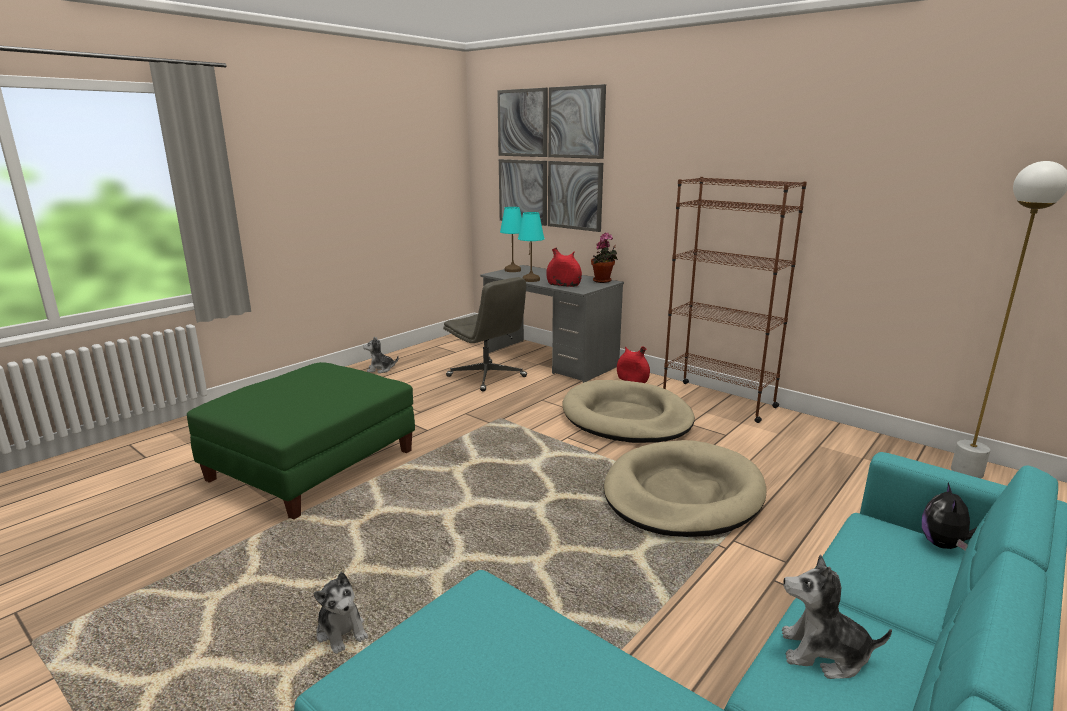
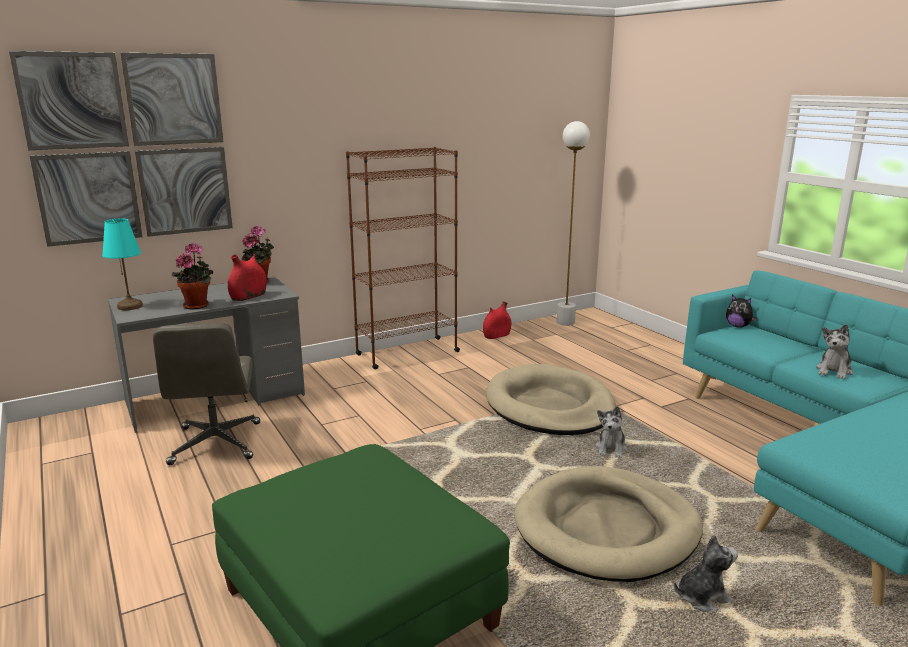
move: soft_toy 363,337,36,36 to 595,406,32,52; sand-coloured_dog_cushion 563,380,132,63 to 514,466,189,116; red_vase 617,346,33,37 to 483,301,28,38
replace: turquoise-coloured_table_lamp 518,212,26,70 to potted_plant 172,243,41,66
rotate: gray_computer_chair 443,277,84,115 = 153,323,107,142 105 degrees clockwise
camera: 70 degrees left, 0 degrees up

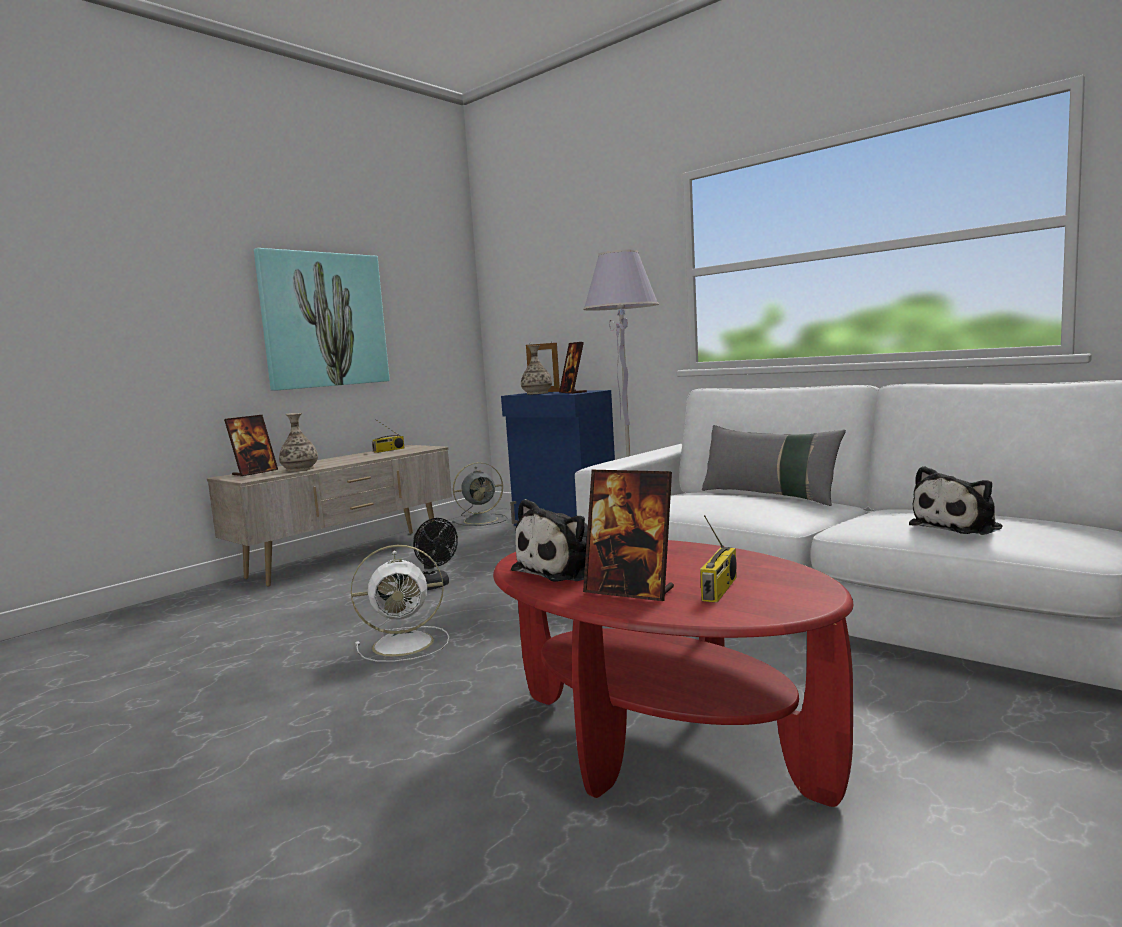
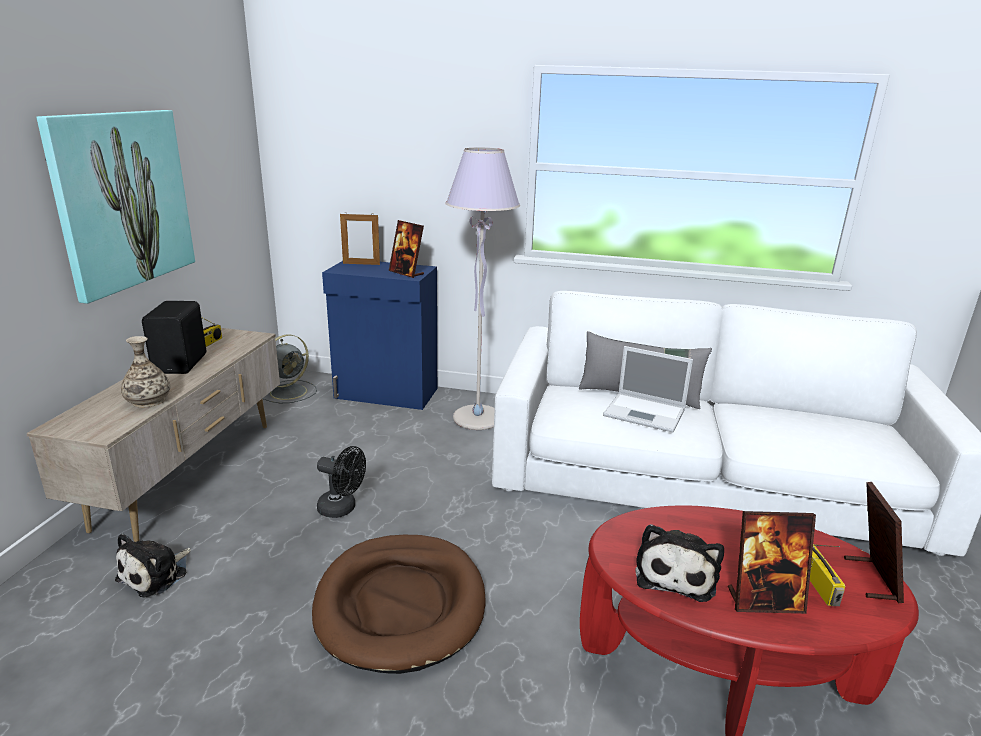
delete: vase 521,345,31,49
insert: blackish_loudspeaker 142,301,64,73; notebook_computer 603,346,90,86
move: standing_frame 224,415,54,61 to 844,482,60,121; soft_toy 909,466,93,69 to 115,533,76,64
replace: whitish_fan 351,545,98,117 to brown-coloured_dog_cushion 312,535,174,139
camera: 30 degrees left, 15 degrees up

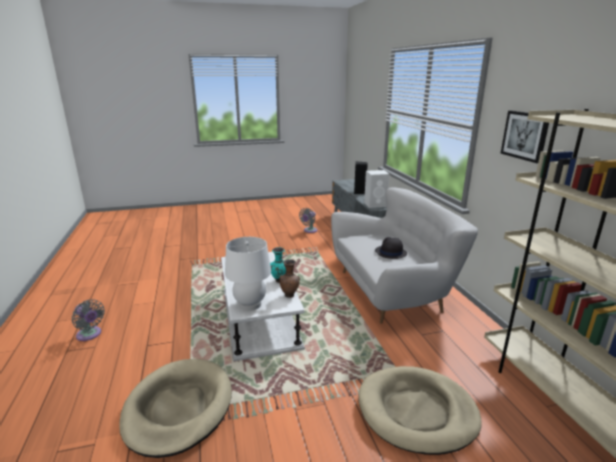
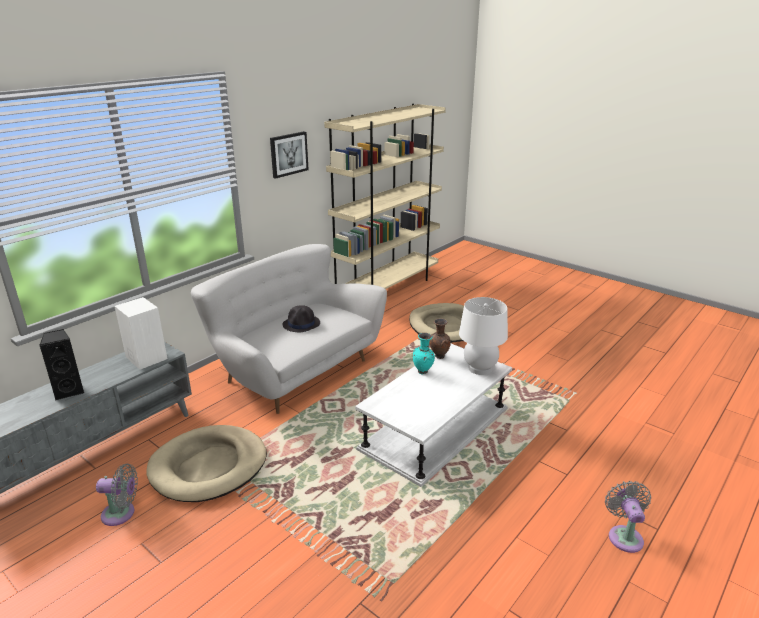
move: sand-coloured_dog_cushion 119,359,113,99 to 146,425,121,77
camera: 125 degrees left, 5 degrees up

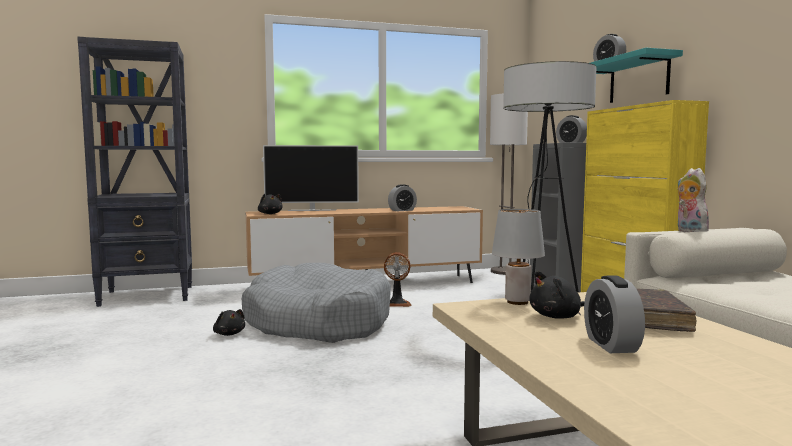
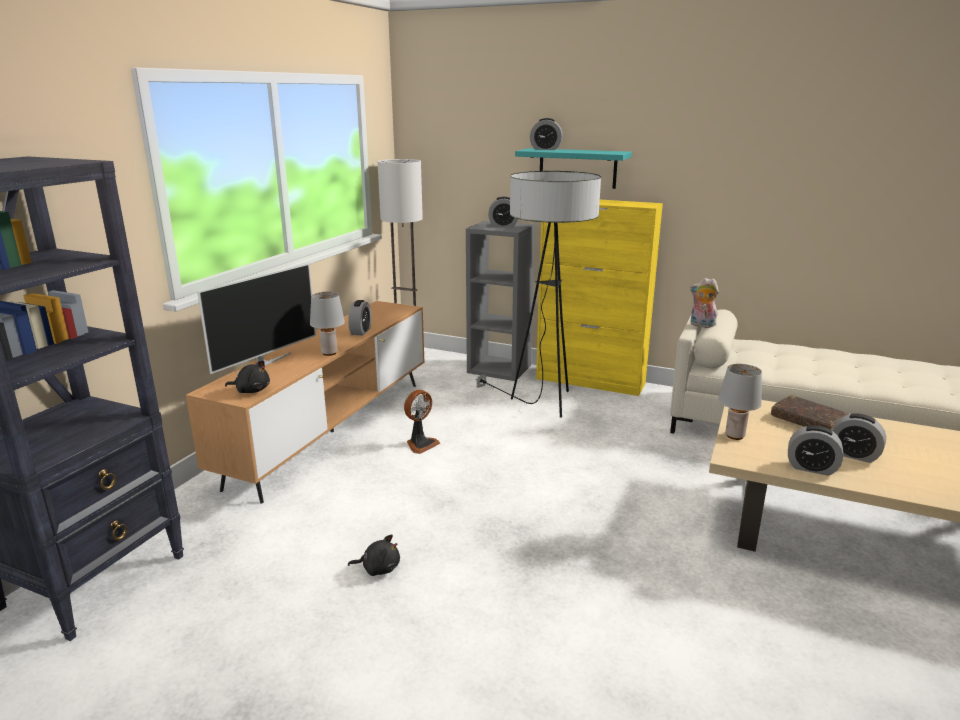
delete: gray_dog_cushion 242,263,149,80; blackish_soft_toy 529,271,56,48
insert: gray_table_lamp 310,292,35,64; bedside_clock 788,425,55,51
camera: 50 degrees left, 15 degrees up

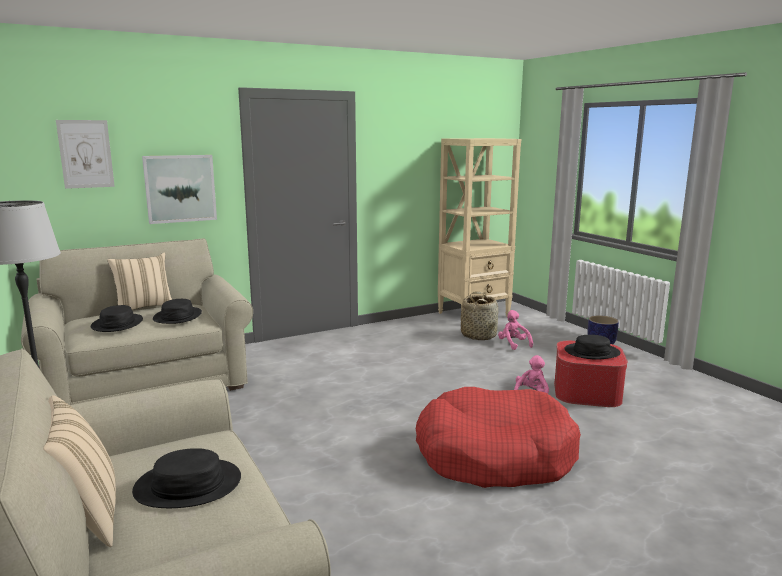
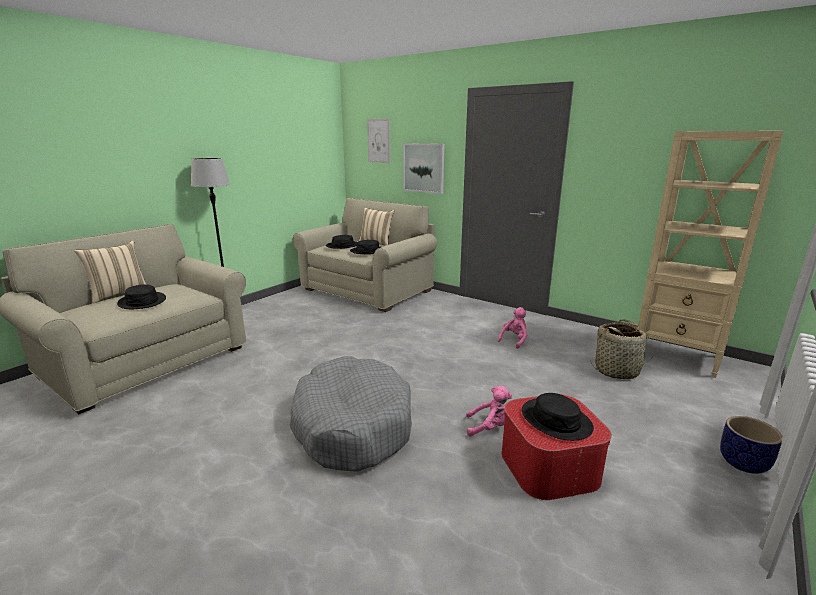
move: pinkish_soft_toy 498,310,35,40 to 498,307,29,42
recolor: red_dog_cushion 416,387,165,101 to gray_dog_cushion 290,356,122,116
camera: 65 degrees right, 5 degrees up

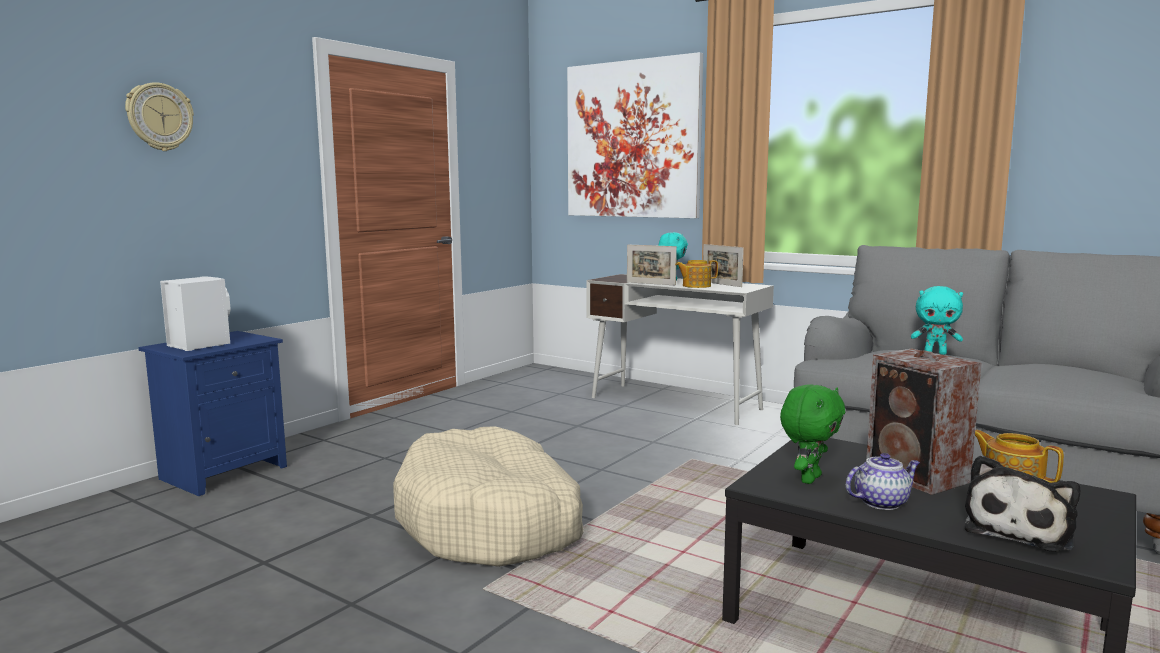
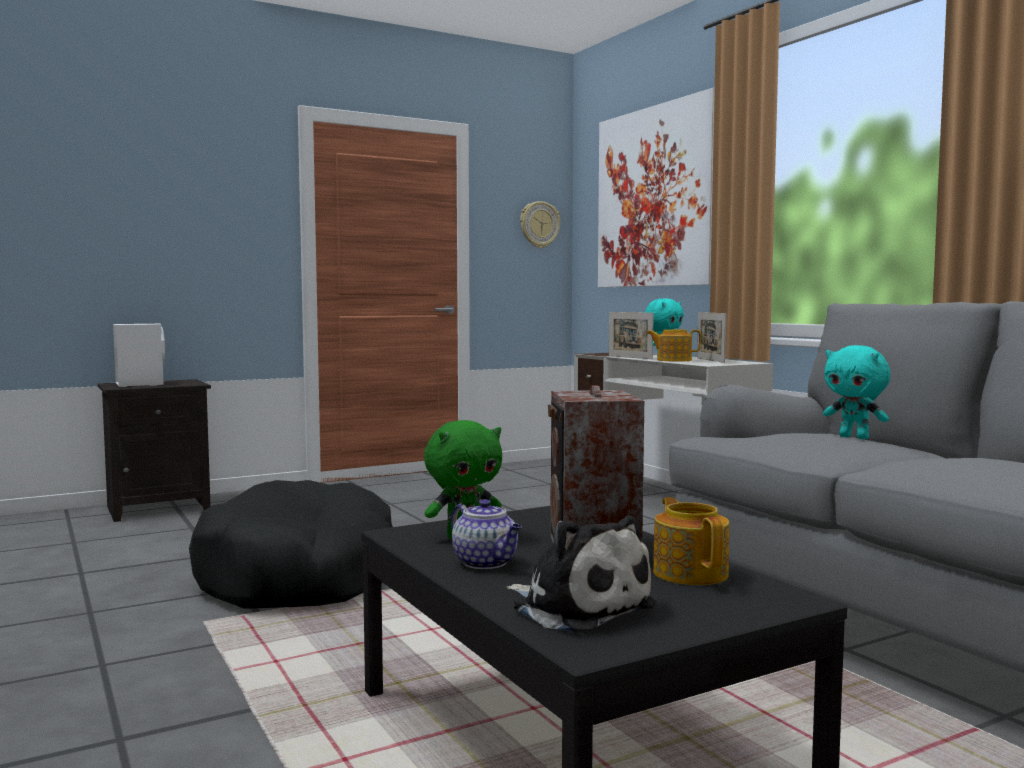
move: wall_clock 125,82,69,69 to 520,201,40,47
recolor: blue-coloured_nightstand 138,331,149,165 to blackish_nightstand 98,379,113,143; sand-coloured_dog_cushion 393,426,190,141 to blackish_dog_cushion 189,480,204,129
rotate: pot_for_tea 846,453,74,57 = 451,499,71,70 45 degrees clockwise; soft_toy 965,455,115,97 = 506,515,150,118 105 degrees counterclockwise
camera: 25 degrees right, 5 degrees down

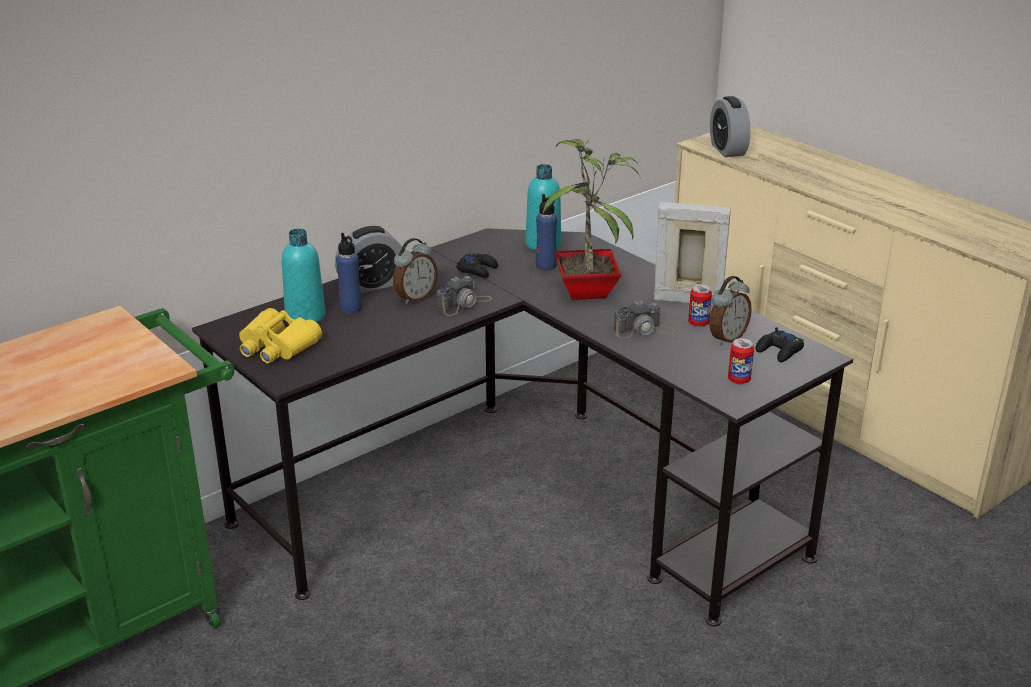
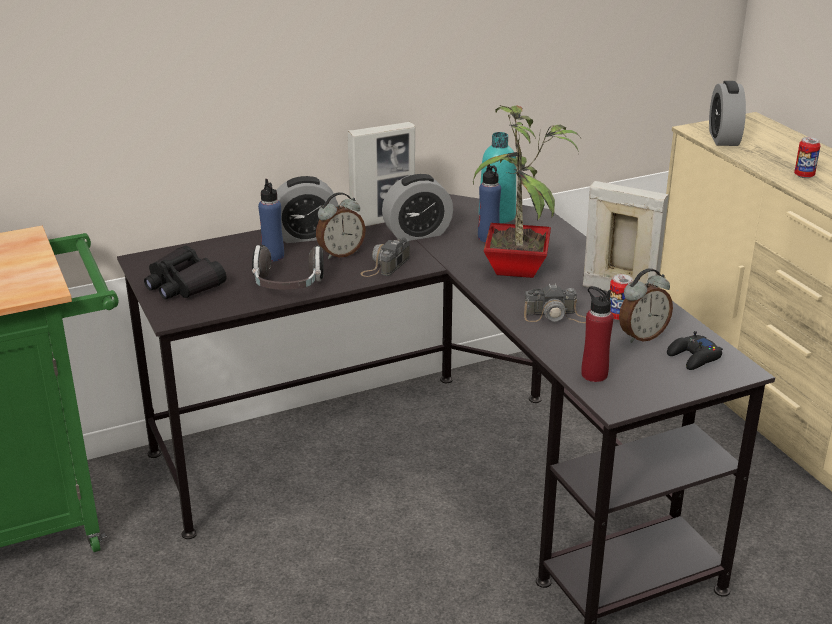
delete: turquoise-coloured_bottle 282,229,44,94
insert: headset 252,245,72,45; standing_frame 347,122,68,104; red_bottle 581,286,33,96
move: metal_can 728,338,26,46 to 794,137,27,41
replace: blackish_gamepad 456,253,42,25 to bedside_clock 382,174,71,67
recolor: yellow_binoculars 239,308,83,55 to blackish_binoculars 144,246,83,53
rotate: still_camera 437,276,55,40 = 361,237,49,40 150 degrees clockwise
camera: 15 degrees right, 0 degrees up

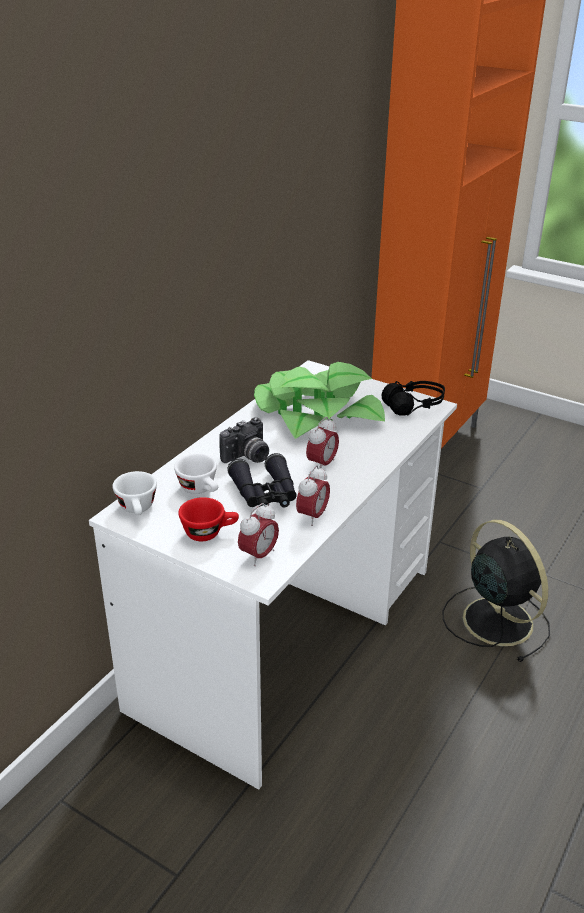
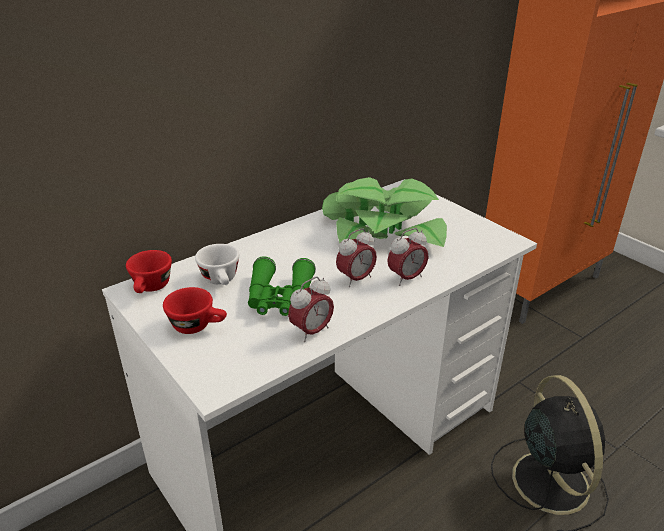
delete: still_camera 219,417,50,46; blackish_headset 381,381,64,35
move: bedside_clock 238,503,41,63 to 387,228,41,58
recolor: whitish_small_cup 112,471,45,44 to red_small_cup 126,250,46,43; blackish_binoculars 227,453,70,55 to greenish_binoculars 248,256,68,60
camera: 20 degrees right, 0 degrees up

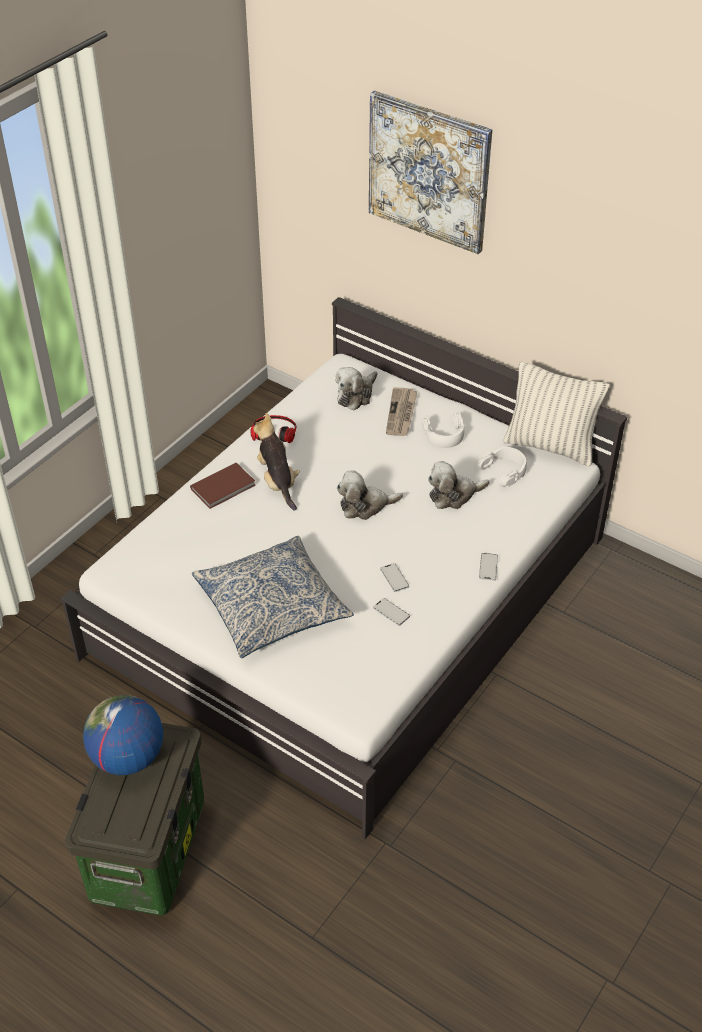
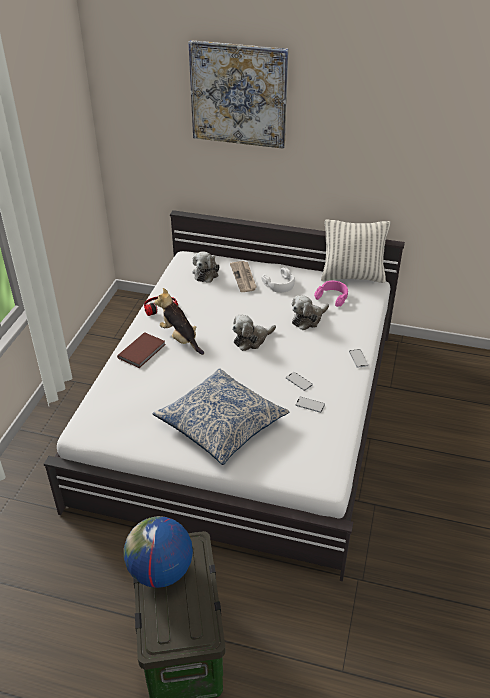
recolor: whitish_headset 478,447,49,40 to pinkish_headset 314,281,34,26
camera: 20 degrees left, 5 degrees down

